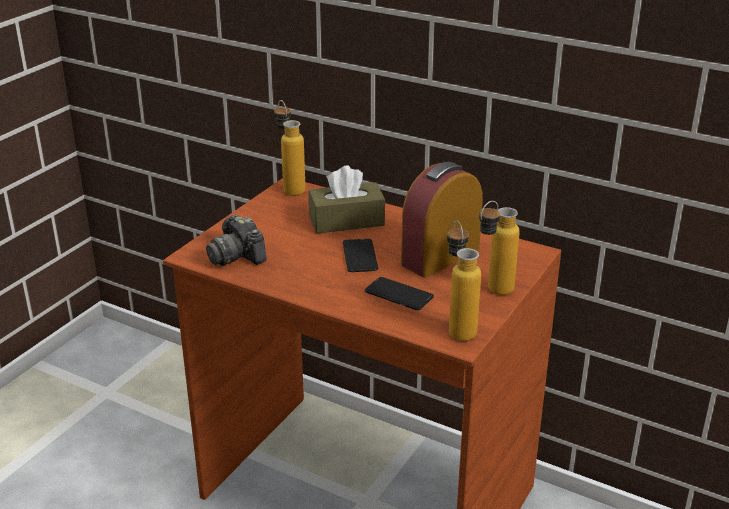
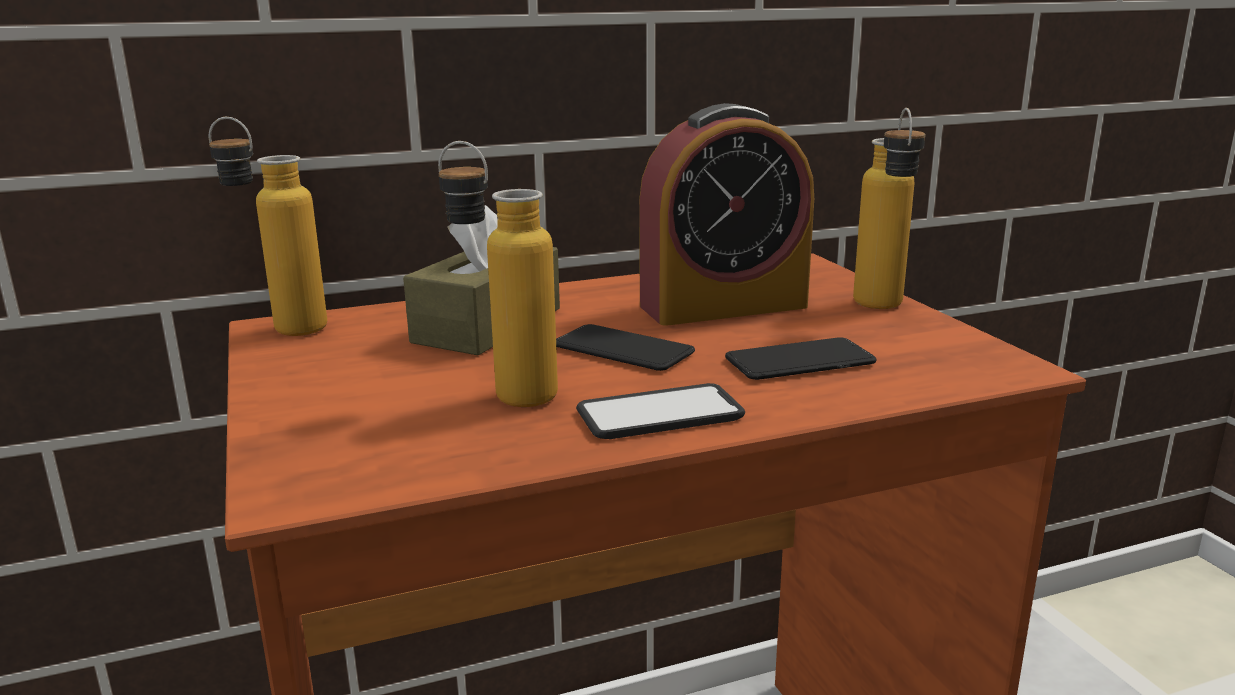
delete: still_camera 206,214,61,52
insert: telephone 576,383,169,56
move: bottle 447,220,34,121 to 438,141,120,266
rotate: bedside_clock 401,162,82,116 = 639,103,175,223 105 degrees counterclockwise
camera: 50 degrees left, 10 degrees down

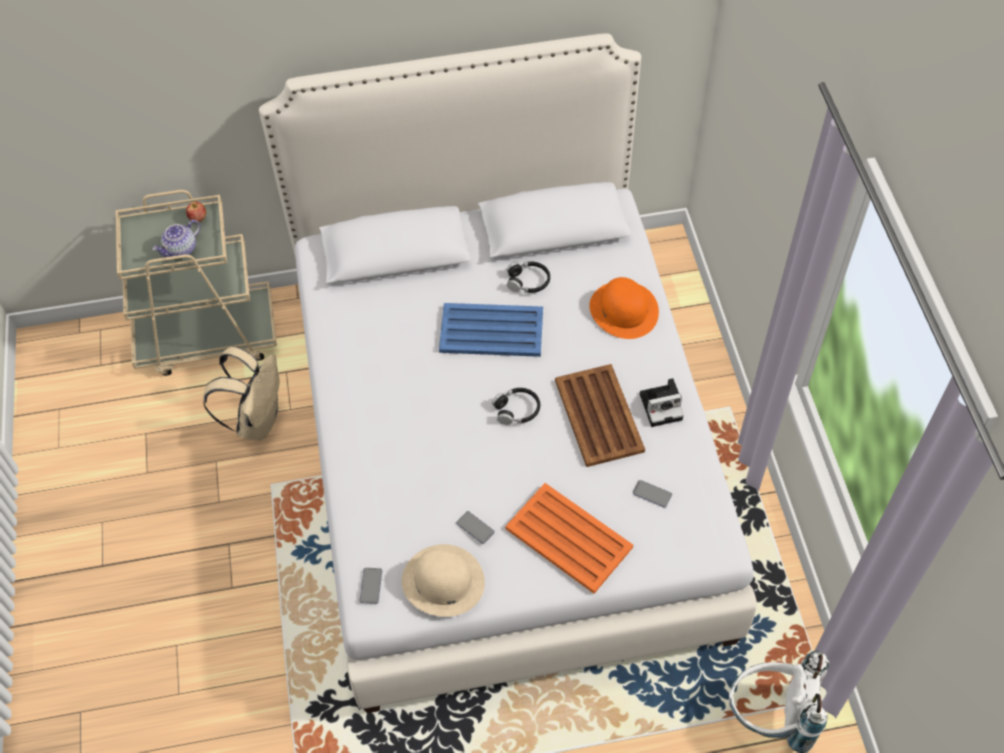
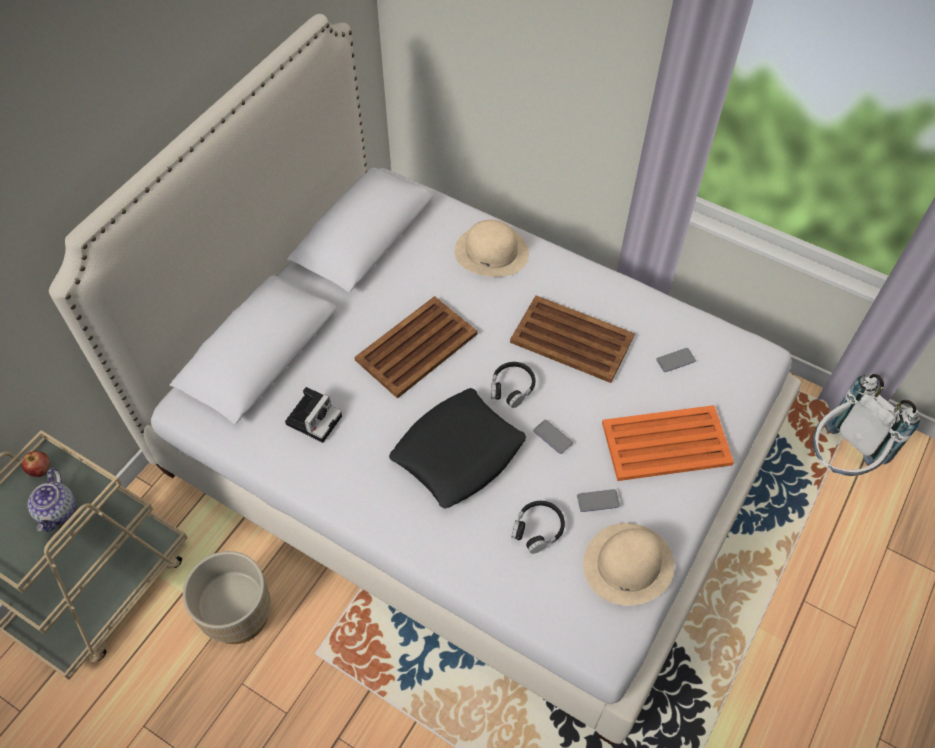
insert: blackish_pillow 389,388,137,121
move: telephone 360,568,22,36 to 533,420,40,34; blackish_headset 507,262,43,31 to 511,501,54,53; still_camera 640,378,44,49 to 285,387,57,56
replace: sand-coloured_backpack 203,346,77,94 to sand-coloured_flower_pot 183,551,88,93
recolor: blue-coloured_tray 439,303,104,54 to brown-coloured_tray 355,296,122,103; orangey_wearable_hat 589,277,70,62 to sand-coloured_wearable_hat 454,220,75,57
camera: 50 degrees left, 0 degrees up

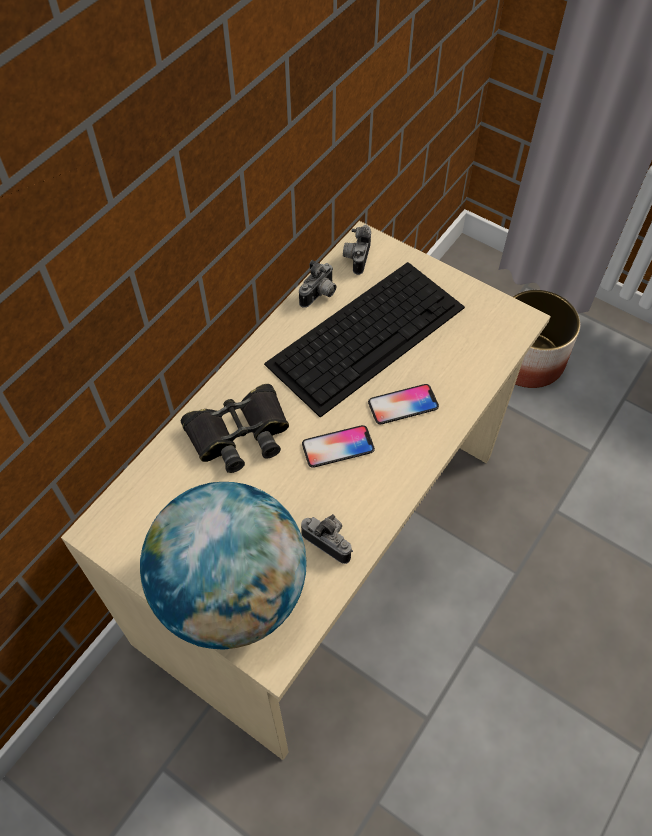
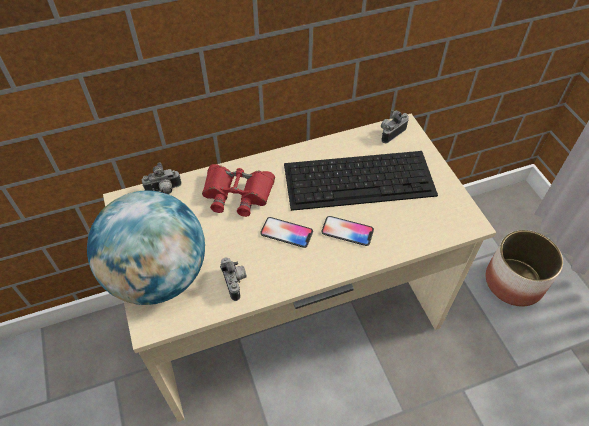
move: still_camera 299,260,37,48 to 142,163,40,31
recolor: blackish_binoculars 181,384,108,89 to red_binoculars 202,164,73,53
camera: 35 degrees right, 5 degrees down

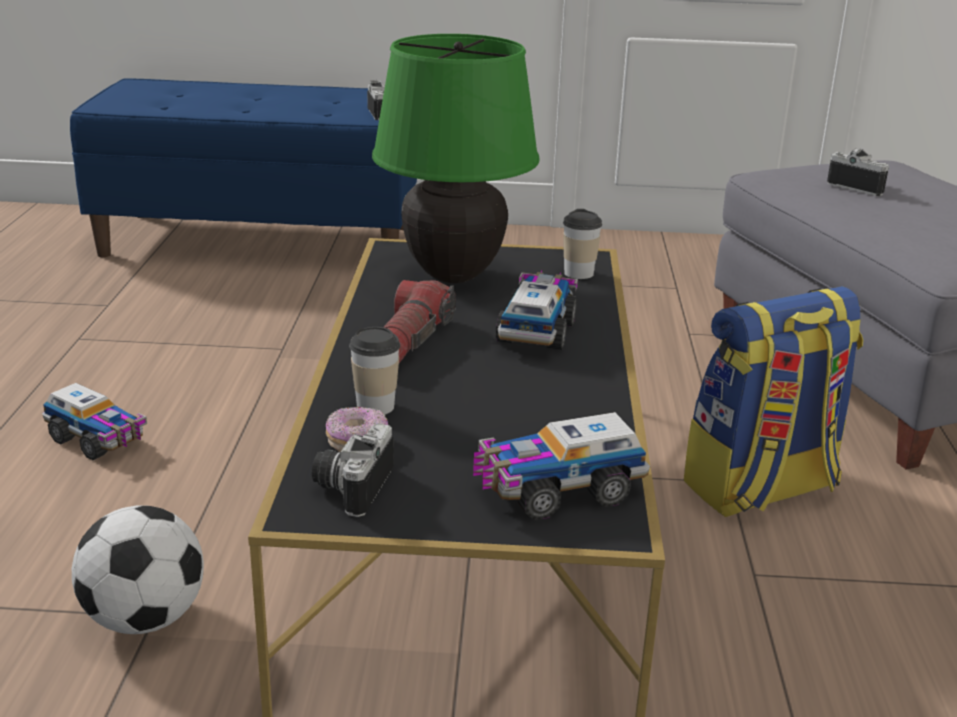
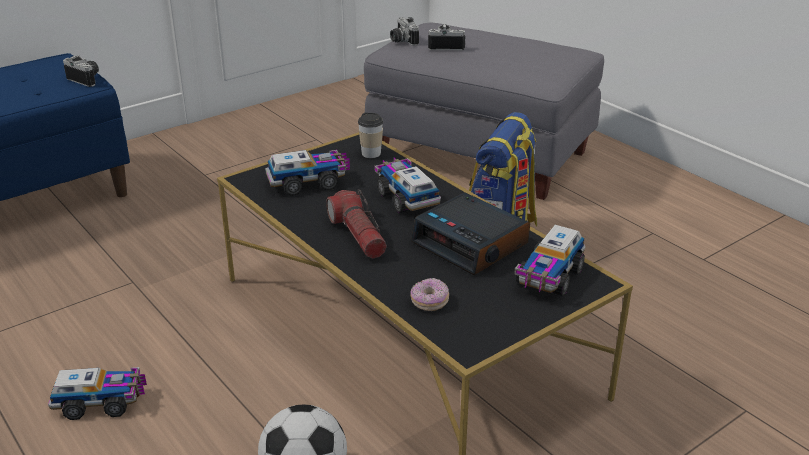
delete: small_cup 349,327,51,88
insert: bedside_clock 411,193,119,82
move: still_camera 312,424,82,93 to 390,17,29,29
replace: greenish_table_lamp 372,34,167,249 to model_truck 265,150,85,46
camera: 40 degrees left, 5 degrees up

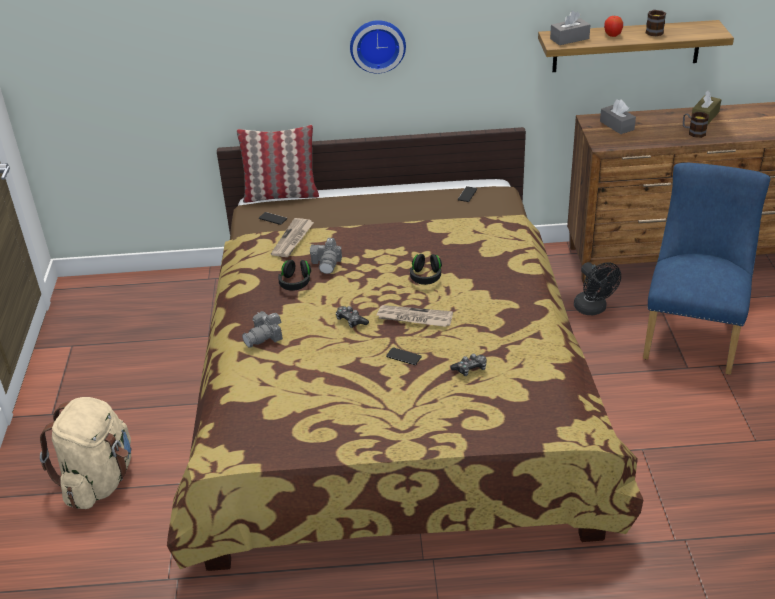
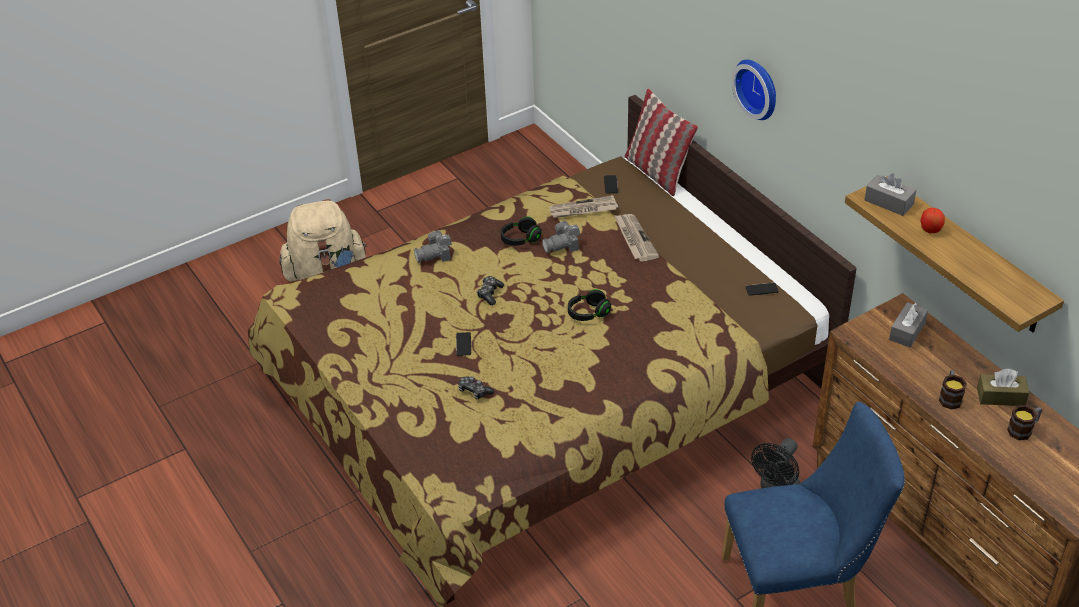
move: daily_paper 376,305,77,22 to 614,214,45,48; tea_mug 646,9,20,27 to 1007,405,35,35
rotate: still_camera 242,311,41,37 = 414,230,38,33 45 degrees counterclockwise
camera: 60 degrees right, 5 degrees up

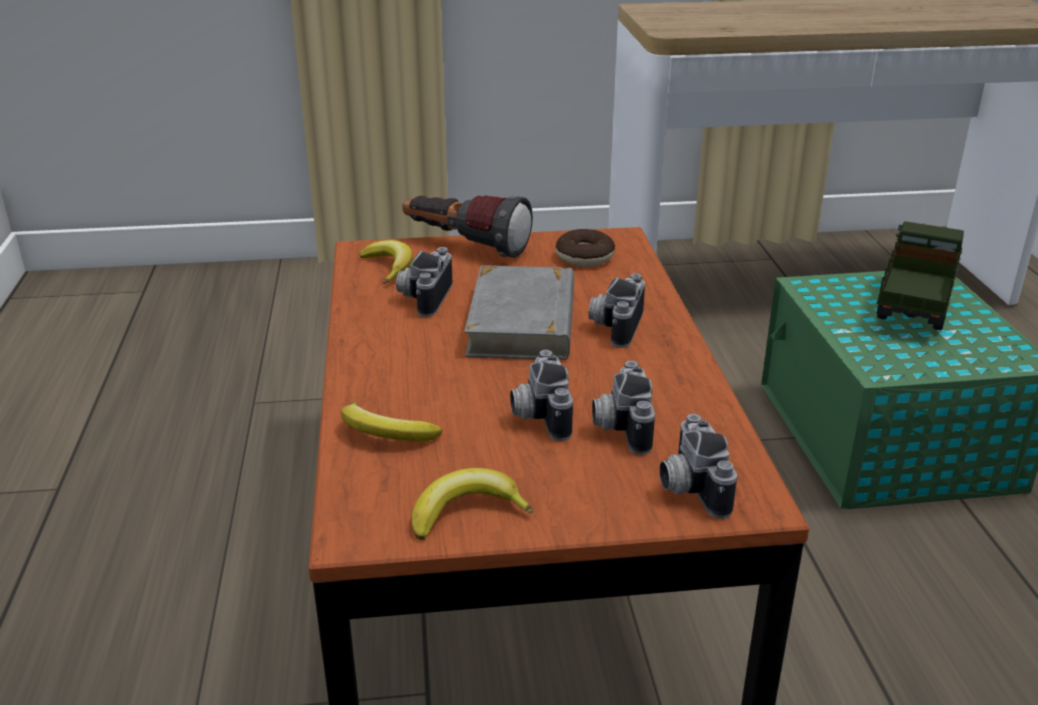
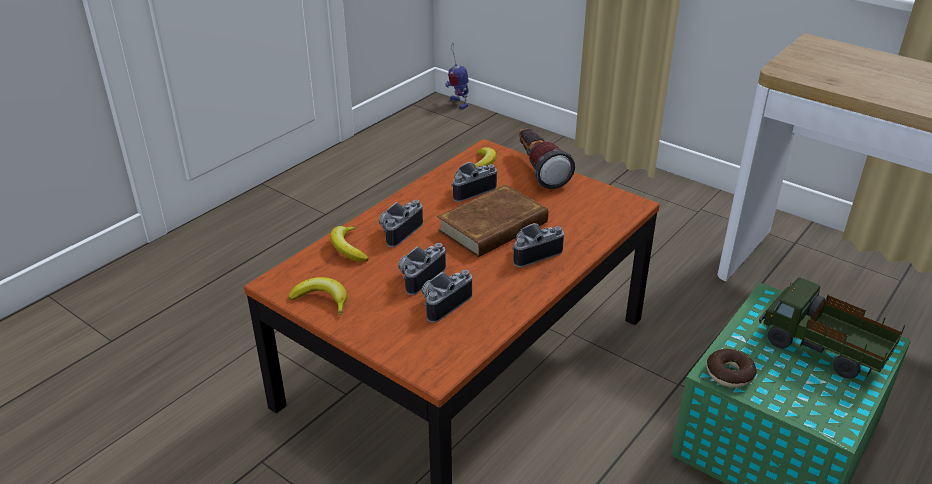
insert: toy_robot 446,42,23,67
move: doughnut 556,229,59,38 to 706,349,51,39; still_camera 660,414,77,105 to 379,200,44,47
recolor: gray_bound_book 464,265,110,95 to brown-coloured_bound_book 437,185,112,72
rotate: model_truck 877,221,87,109 = 759,277,146,102 120 degrees counterclockwise
camera: 45 degrees right, 5 degrees up

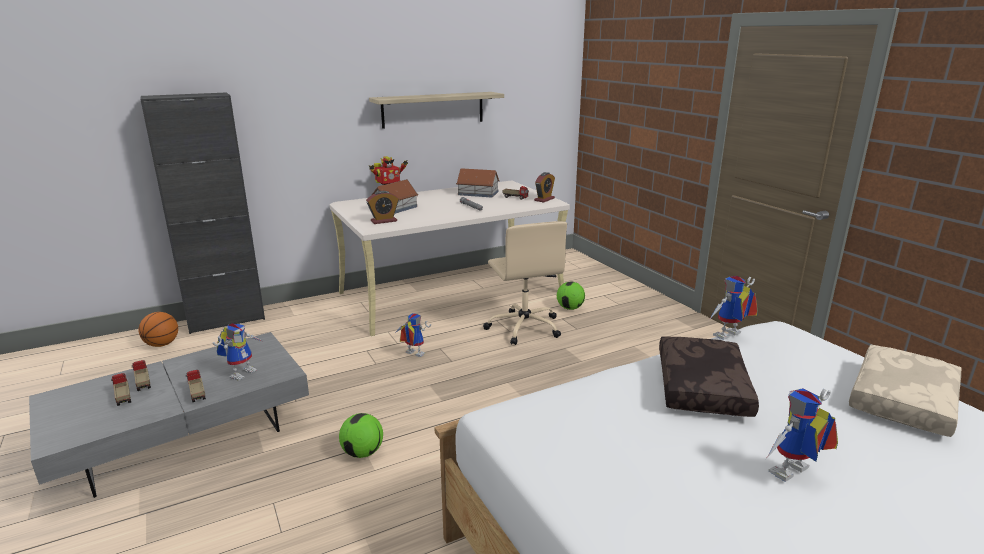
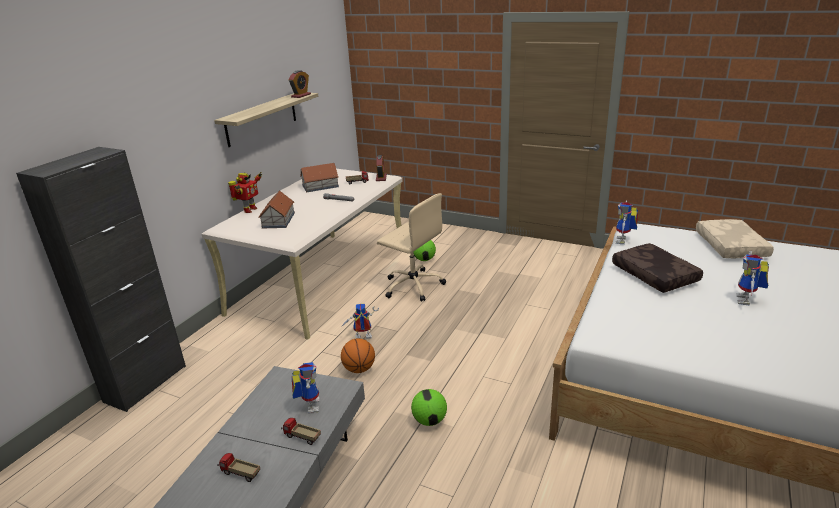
delete: model_truck 132,360,19,31
move: basketball 139,312,39,35 to 341,338,34,35; bedside_clock 366,191,33,33 to 288,70,23,28
camera: 35 degrees left, 5 degrees up

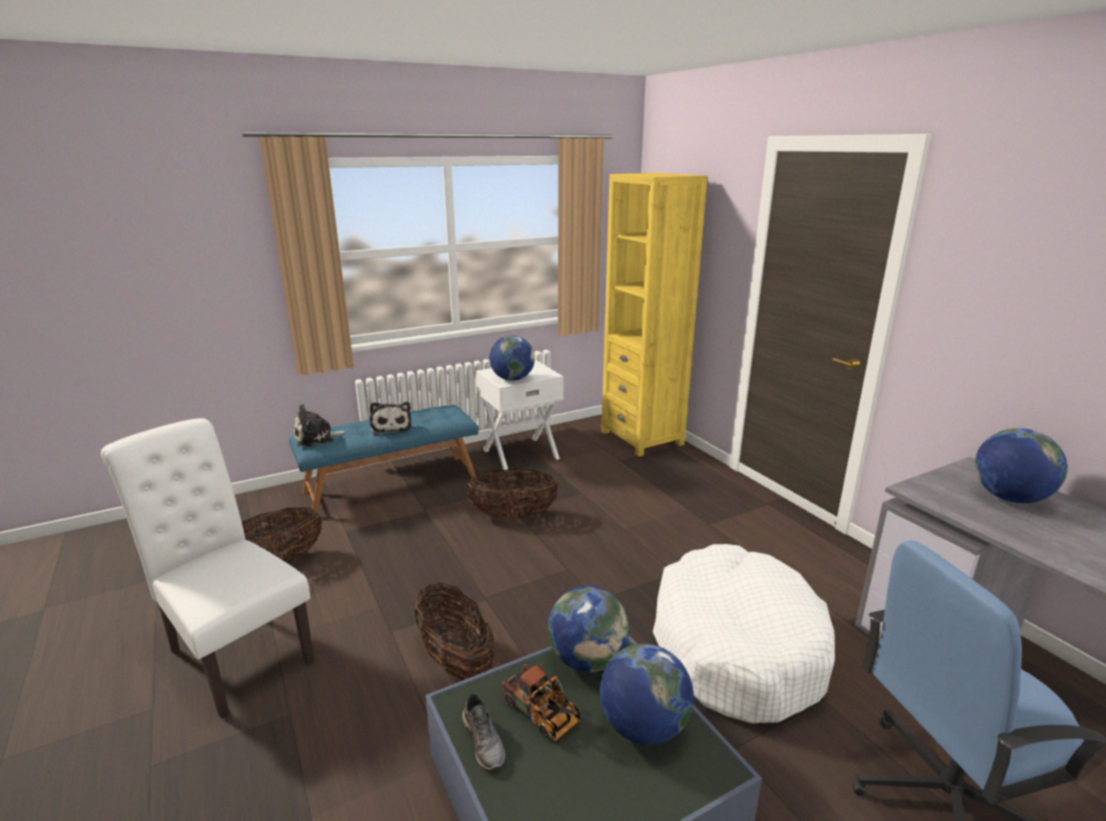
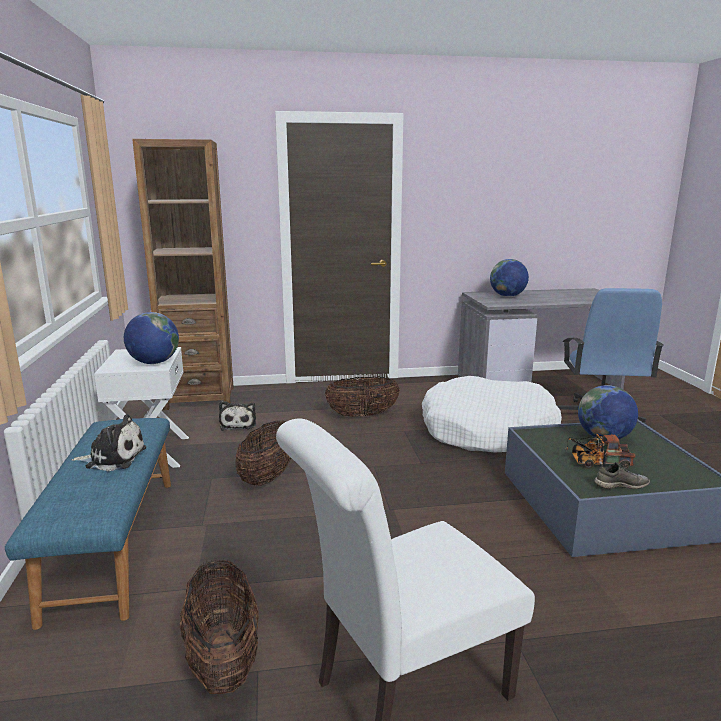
delete: desk_globe 548,586,82,86
move: soft_toy 294,404,53,43 to 219,401,37,30; household_basket 415,582,80,99 to 325,376,75,41
recolor: yellow_bookshelf 601,173,106,284 to brown-coloured_bookshelf 132,139,102,271
rotate: model_truck 501,663,79,78 = 565,433,71,36 150 degrees counterclockwise
camera: 70 degrees left, 5 degrees down

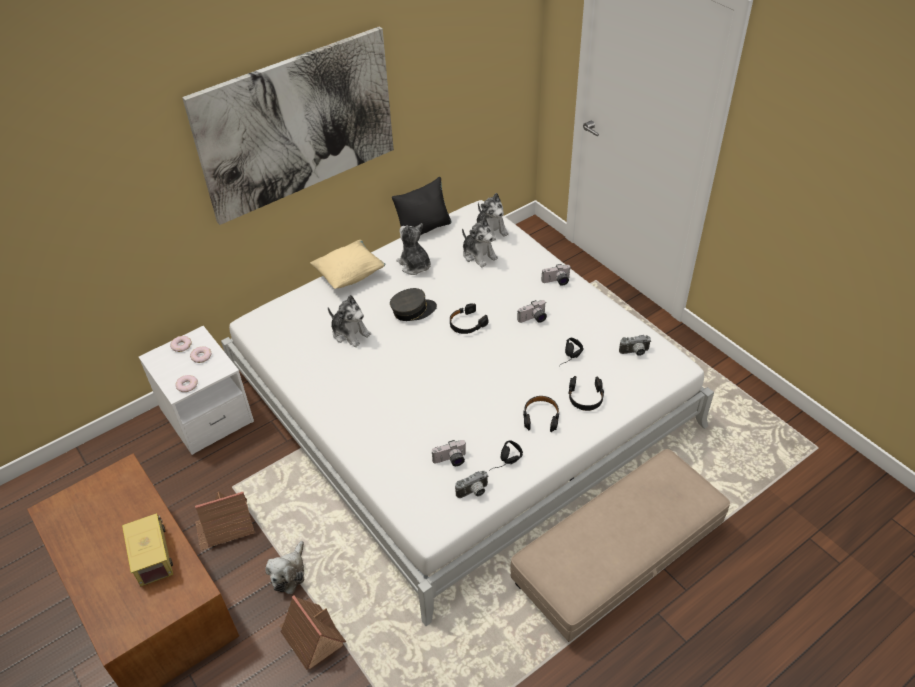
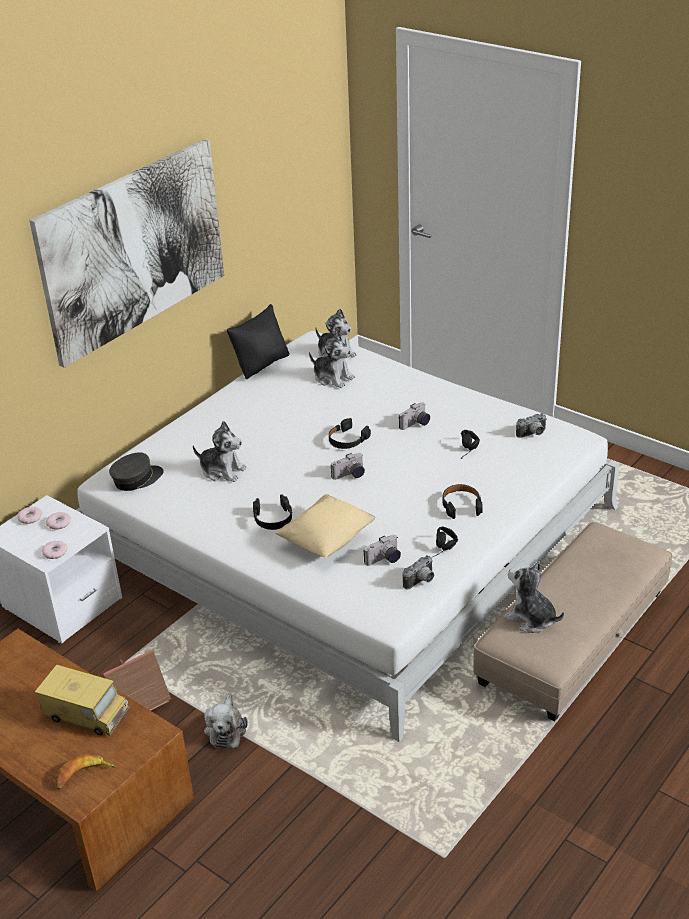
delete: toy_house 279,595,67,75
insert: banana_fruit 55,755,60,35
move: sand-coloured_pillow 310,240,75,49 to 275,494,100,64; gray_peaked_cap 390,288,47,33 to 109,452,54,39; soft_toy 397,223,34,52 to 504,561,60,72; still_camera 542,264,29,22 to 331,453,34,27; blackish_headset 569,376,35,35 to 253,495,39,35
rotate: model_truck 122,513,51,73 = 35,665,95,71 150 degrees clockwise
camera: 15 degrees left, 10 degrees down

